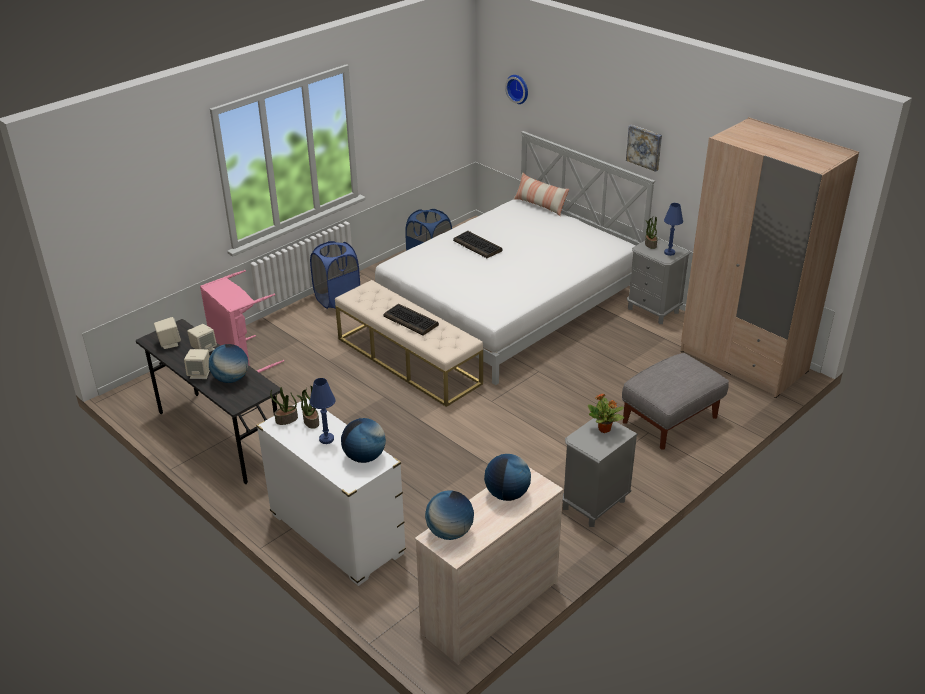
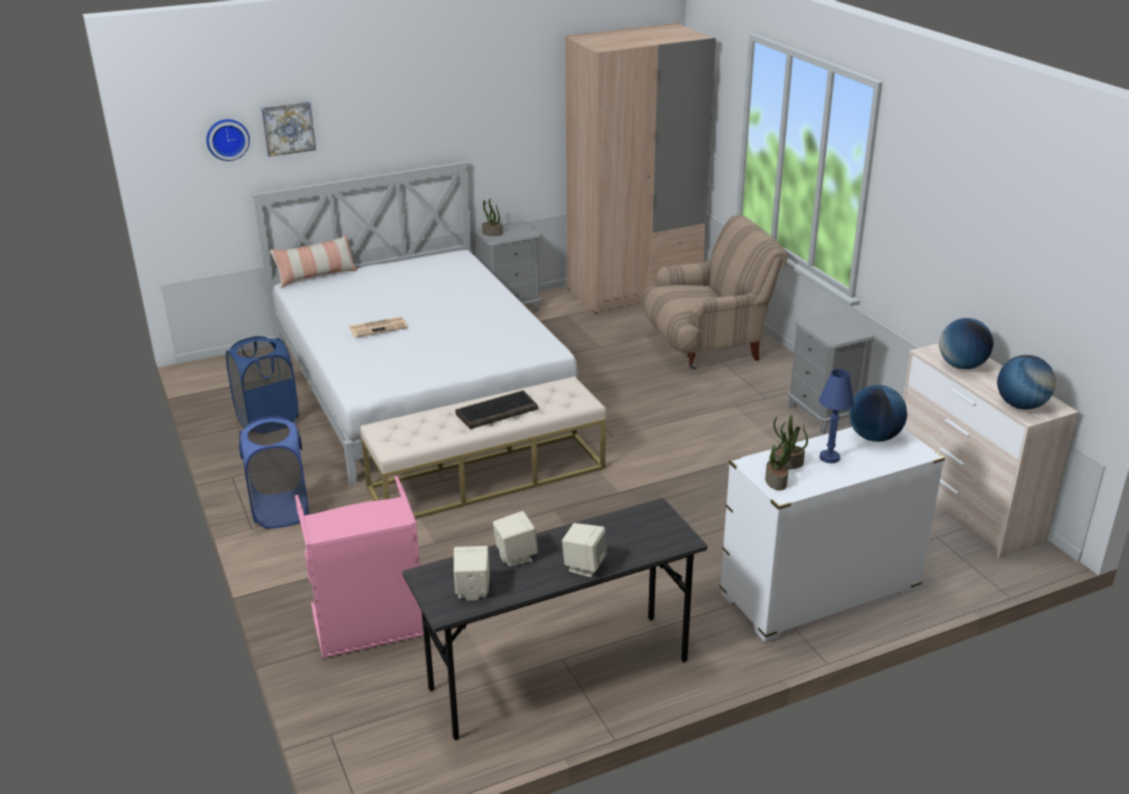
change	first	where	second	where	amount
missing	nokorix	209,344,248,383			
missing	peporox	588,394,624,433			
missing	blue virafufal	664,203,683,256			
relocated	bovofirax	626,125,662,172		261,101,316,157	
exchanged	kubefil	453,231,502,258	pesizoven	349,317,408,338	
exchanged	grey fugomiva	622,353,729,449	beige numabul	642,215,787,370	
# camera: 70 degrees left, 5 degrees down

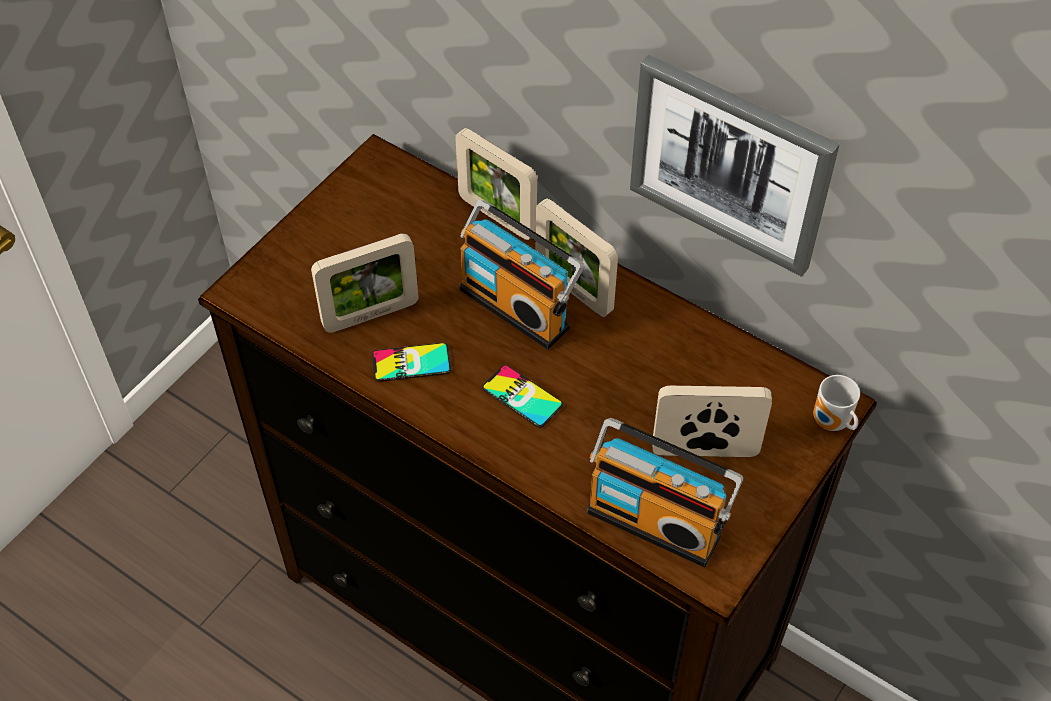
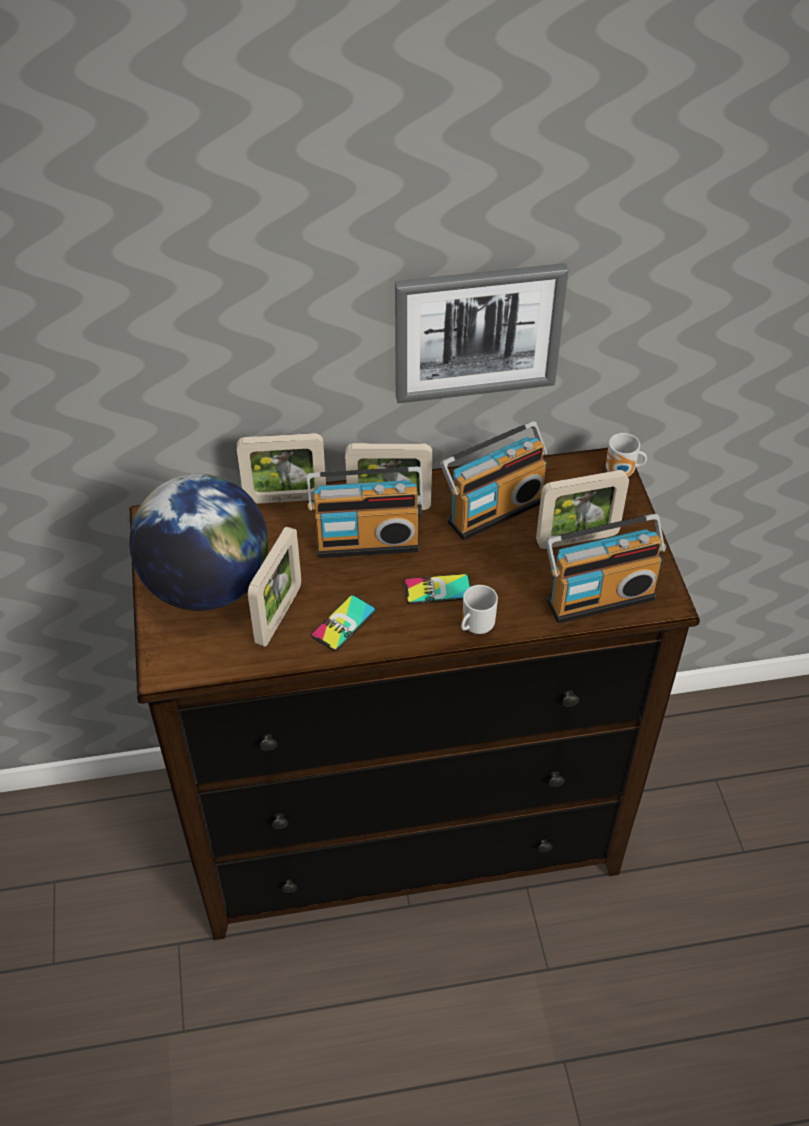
change	first	where	second	where	amount
appeared			nokorix	129,474,268,611	
appeared			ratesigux	440,421,548,540	
appeared			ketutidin	461,585,498,634	
spun	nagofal	653,386,772,457		536,470,629,549	150 degrees counterclockwise
# camera: 45 degrees left, 5 degrees down

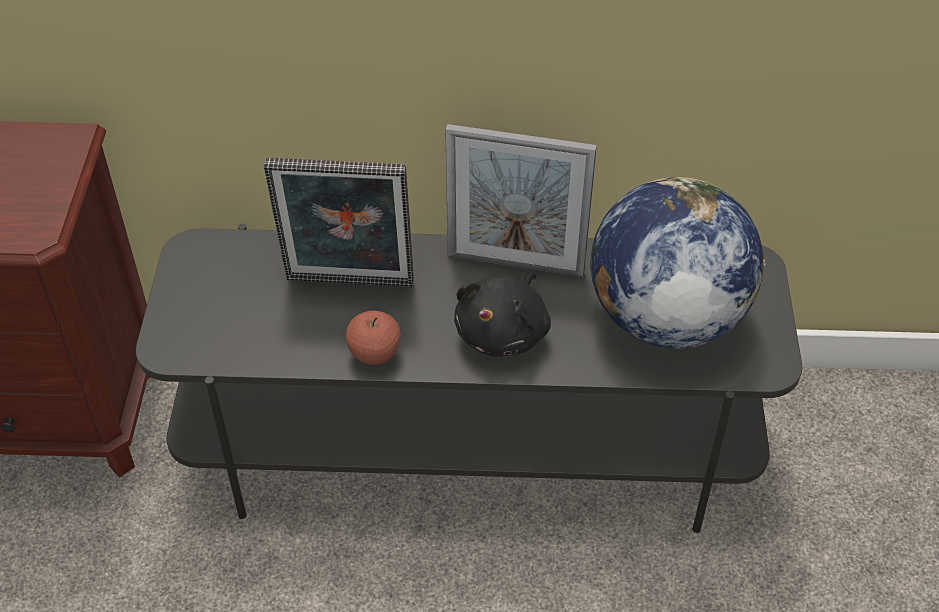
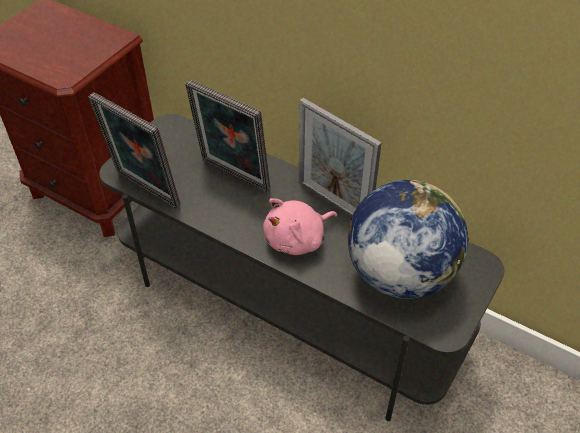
change	first	where	second	where	amount
missing	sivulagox	345,310,401,365			
appeared			nagofal	88,92,180,208	
colour	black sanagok	454,272,551,357	pink sanagok	263,198,337,255	
# camera: 30 degrees right, 0 degrees up

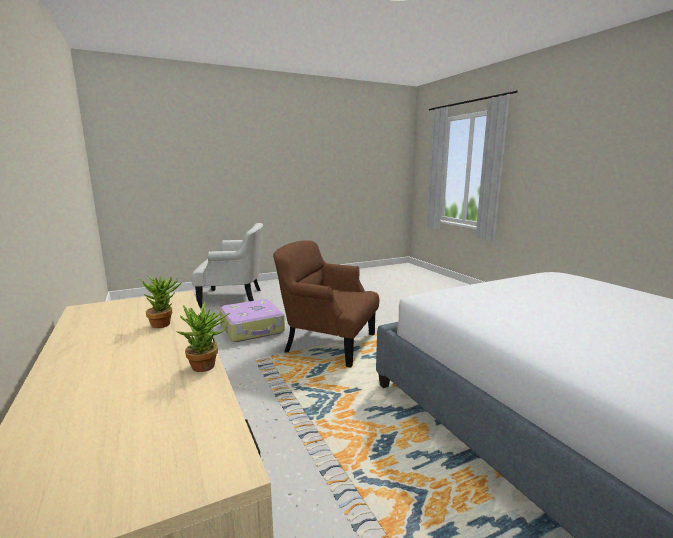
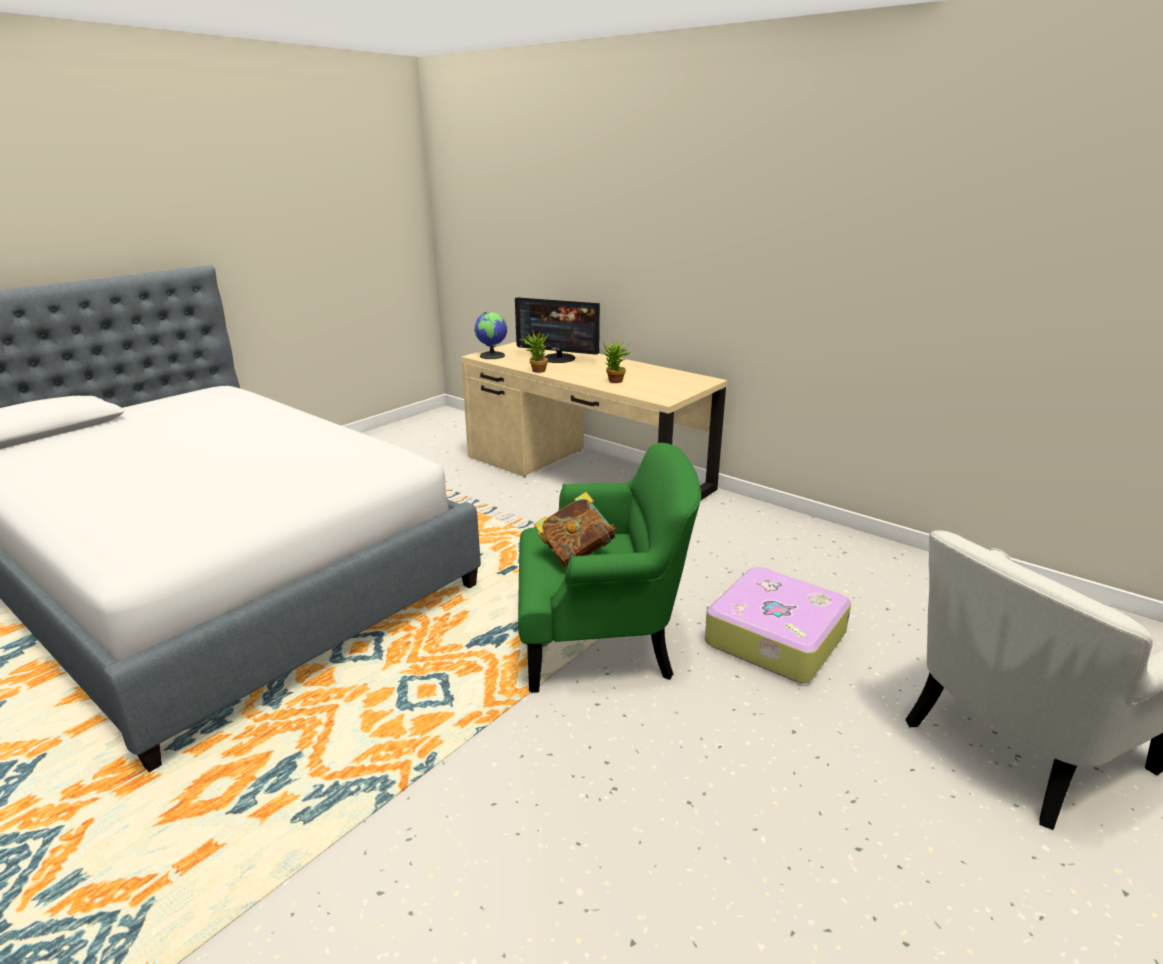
change	first	where	second	where	amount
appeared			nokorix	474,312,507,359	
appeared			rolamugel	515,297,600,363	
appeared			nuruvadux	534,492,617,569	
colour	brown numabul	273,241,379,368	green numabul	518,443,701,693	
# camera: 155 degrees right, 10 degrees up

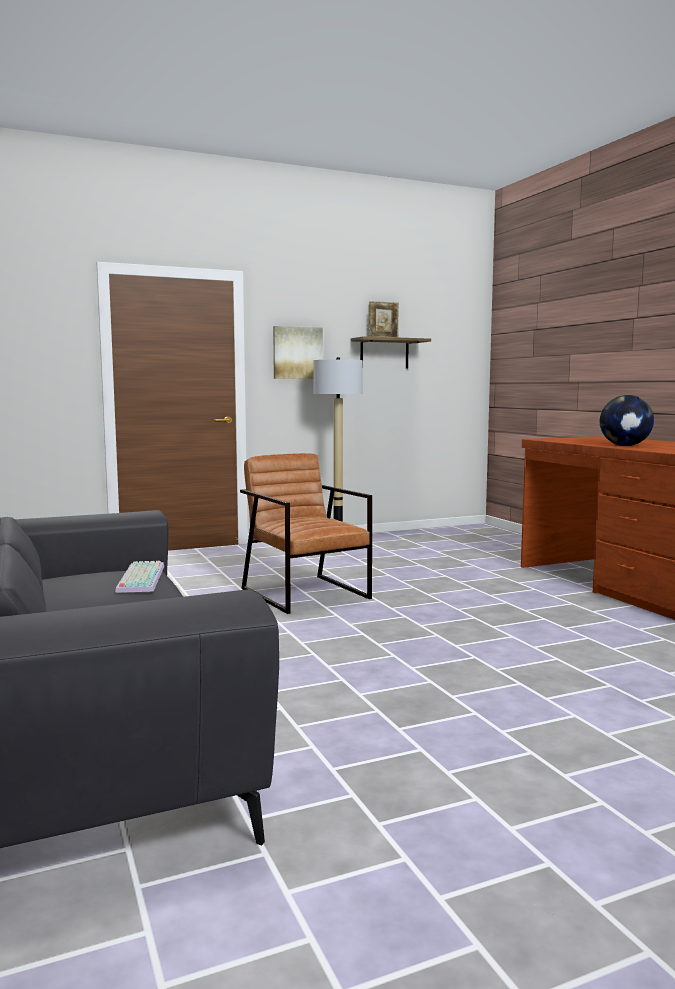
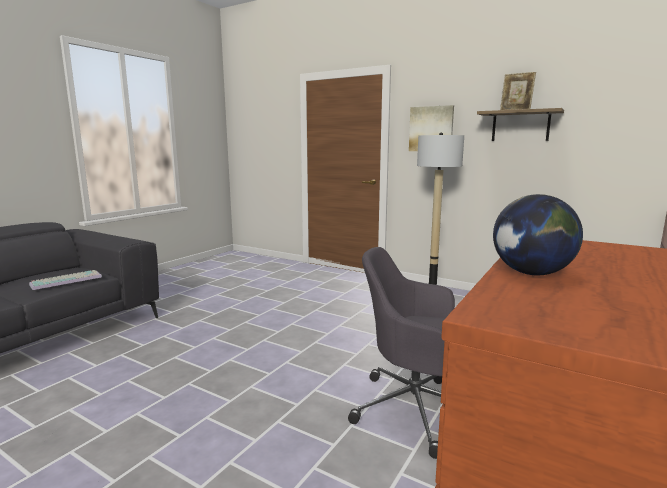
change	first	where	second	where	amount
missing	brown numabul	240,453,372,614			
appeared			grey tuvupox	348,247,455,459	
# camera: 55 degrees right, 5 degrees up

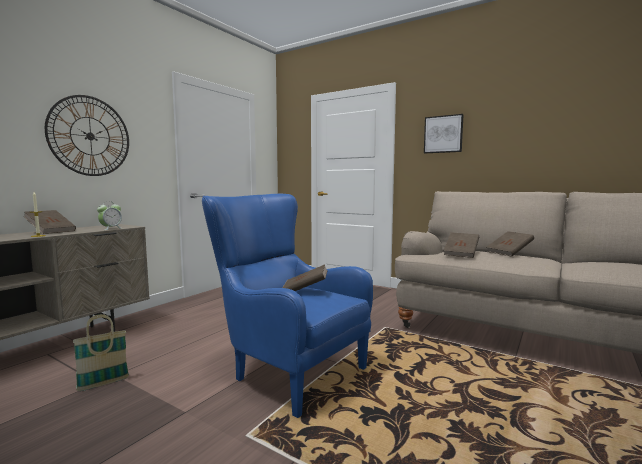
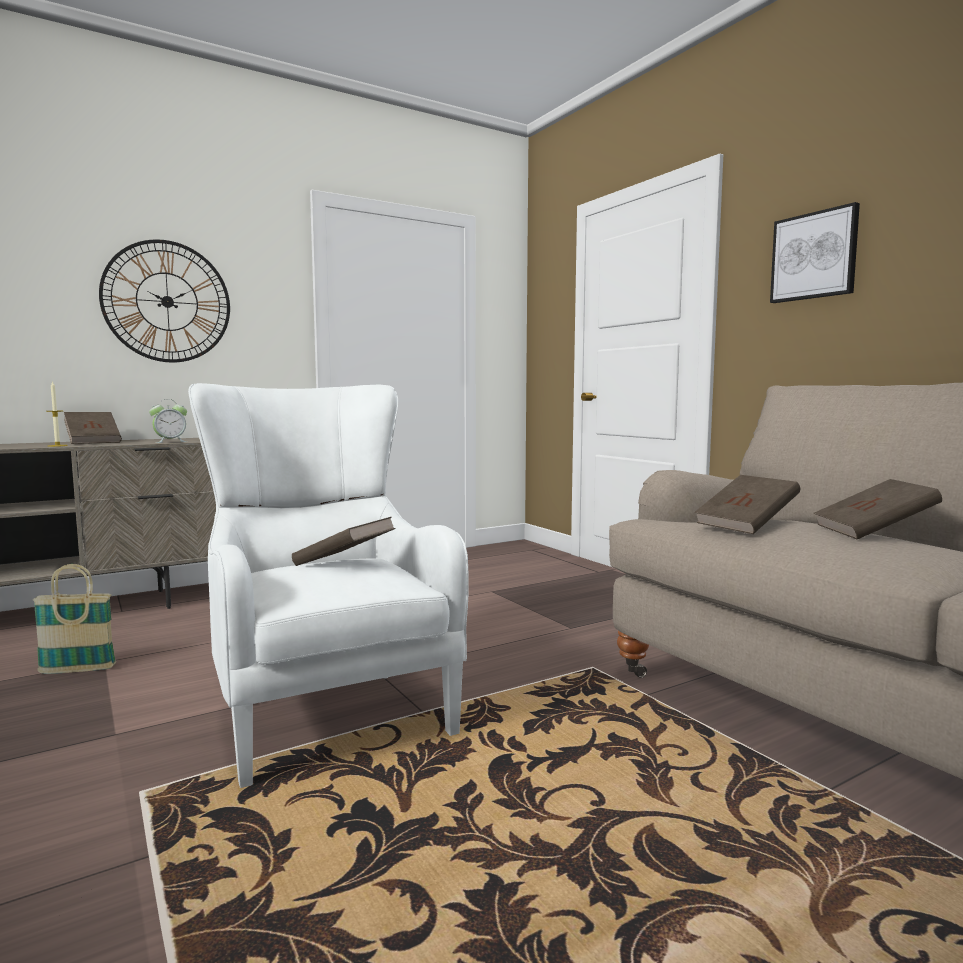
change	first	where	second	where	amount
colour	blue numabul	202,193,373,418	white numabul	188,383,469,788	
# camera: 25 degrees right, 0 degrees up

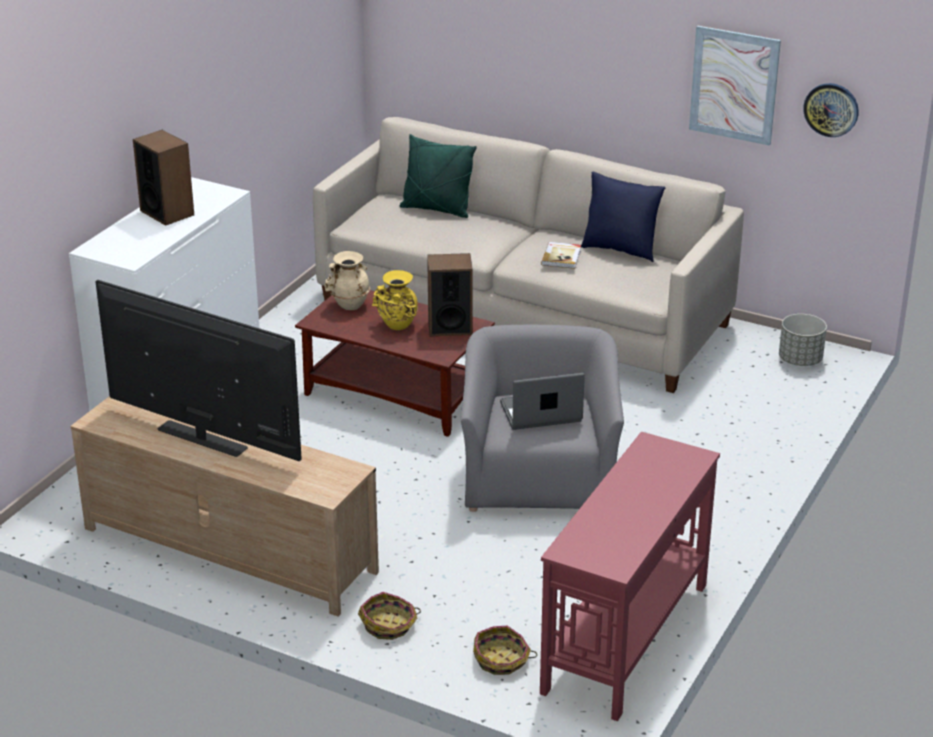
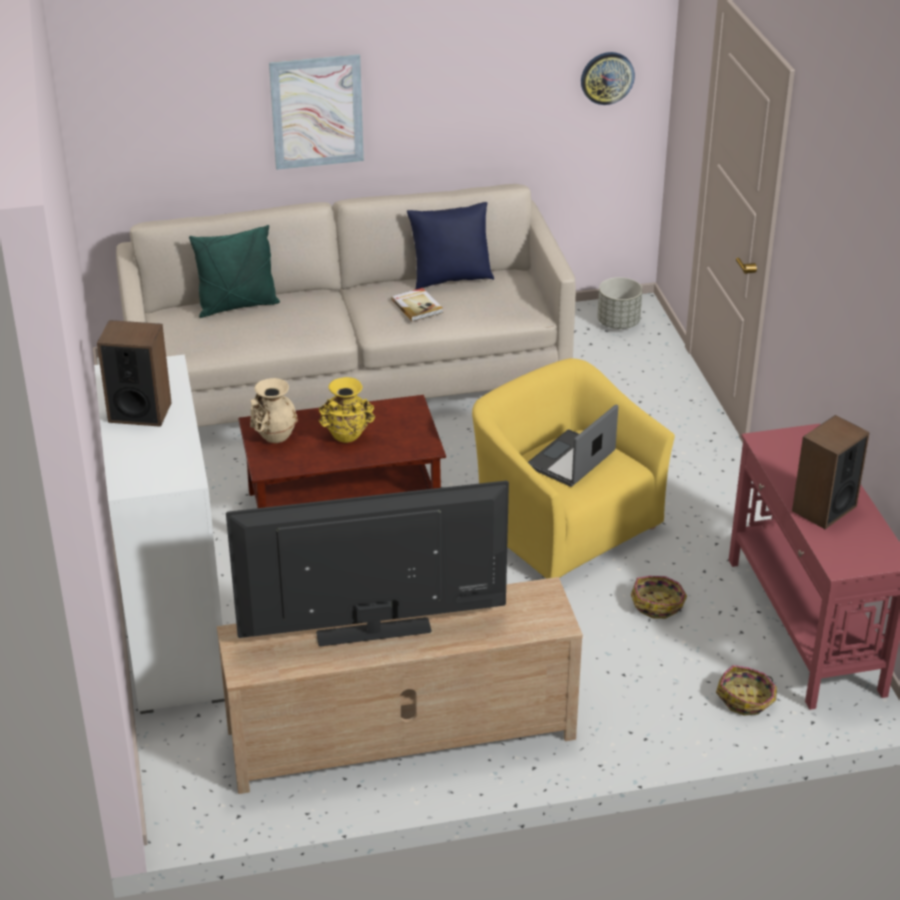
change	first	where	second	where	amount
relocated	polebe	358,592,421,640		631,576,687,619	
relocated	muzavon	427,253,473,336		792,415,870,529	
relocated	bovofirax	689,25,781,146		269,54,364,170	
colour	grey numabul	461,325,624,512	yellow numabul	472,358,675,579	
# camera: 40 degrees left, 5 degrees up

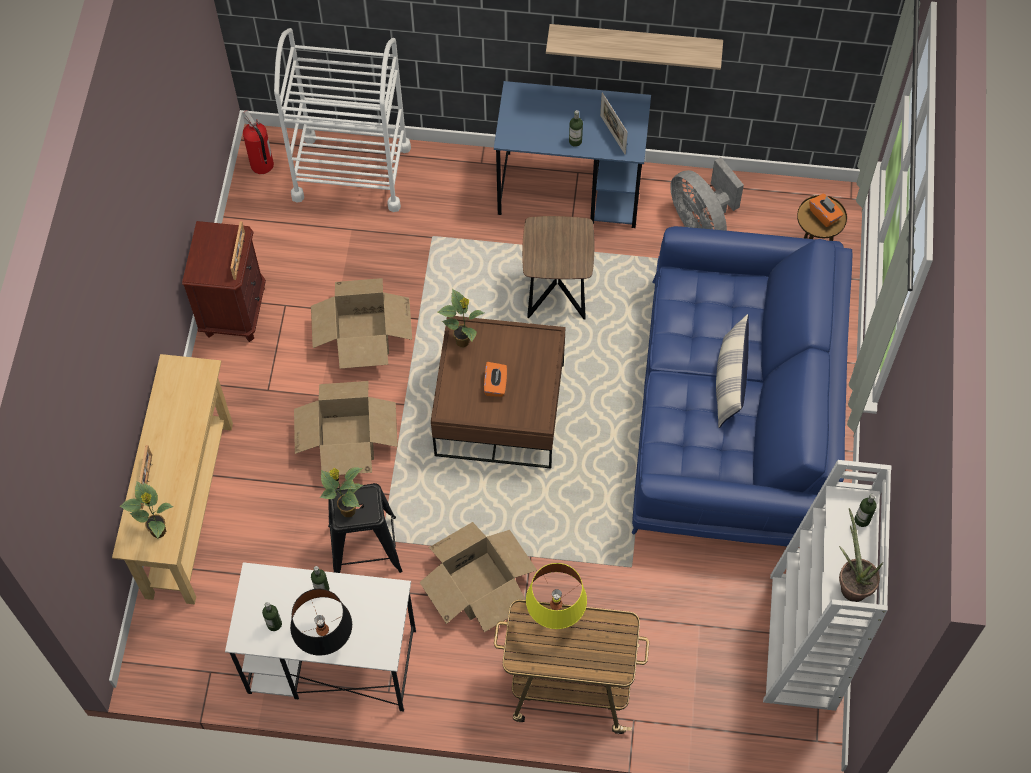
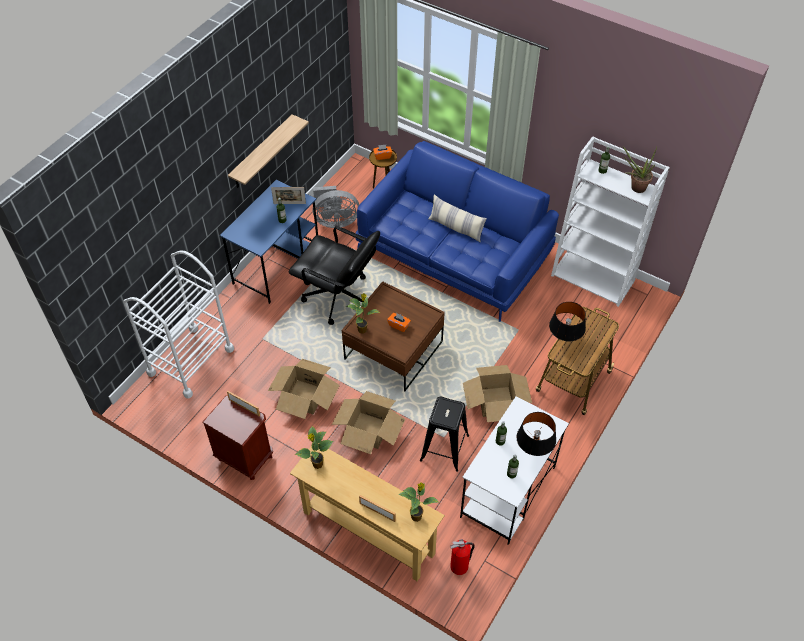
change	first	where	second	where	amount
relocated	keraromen	243,110,274,174		450,539,475,575	
relocated	peporox	320,467,363,517		295,426,333,469	
exchanged	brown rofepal	522,216,594,320	black tuvupox	289,226,380,325	
colour	yellow virafufal	526,563,587,629	black virafufal	549,302,586,341	
# camera: 65 degrees left, 10 degrees down

